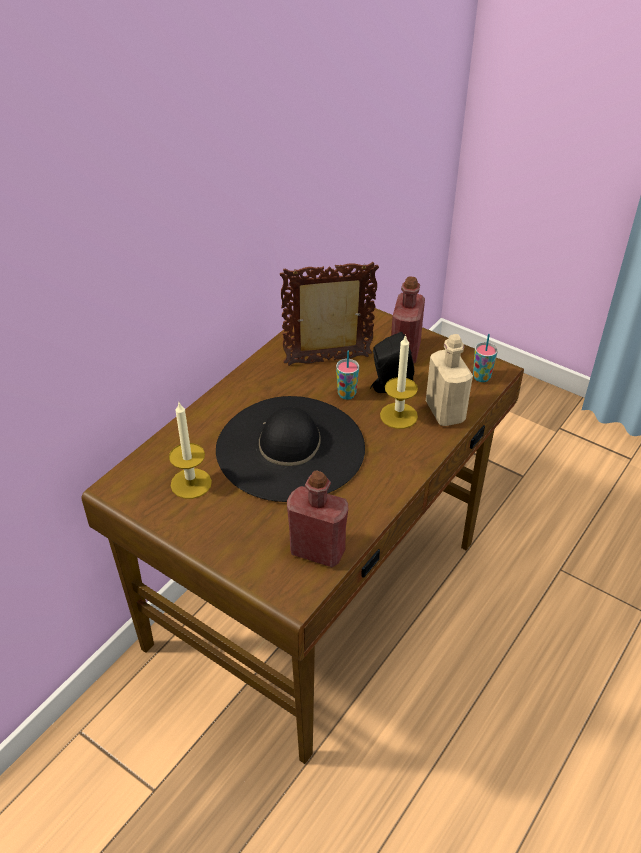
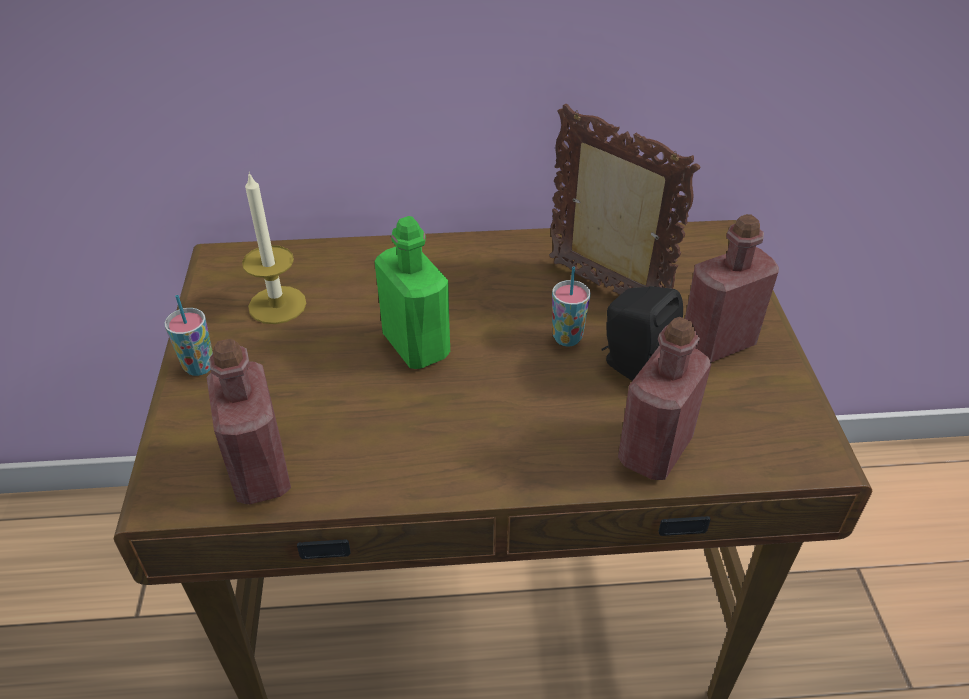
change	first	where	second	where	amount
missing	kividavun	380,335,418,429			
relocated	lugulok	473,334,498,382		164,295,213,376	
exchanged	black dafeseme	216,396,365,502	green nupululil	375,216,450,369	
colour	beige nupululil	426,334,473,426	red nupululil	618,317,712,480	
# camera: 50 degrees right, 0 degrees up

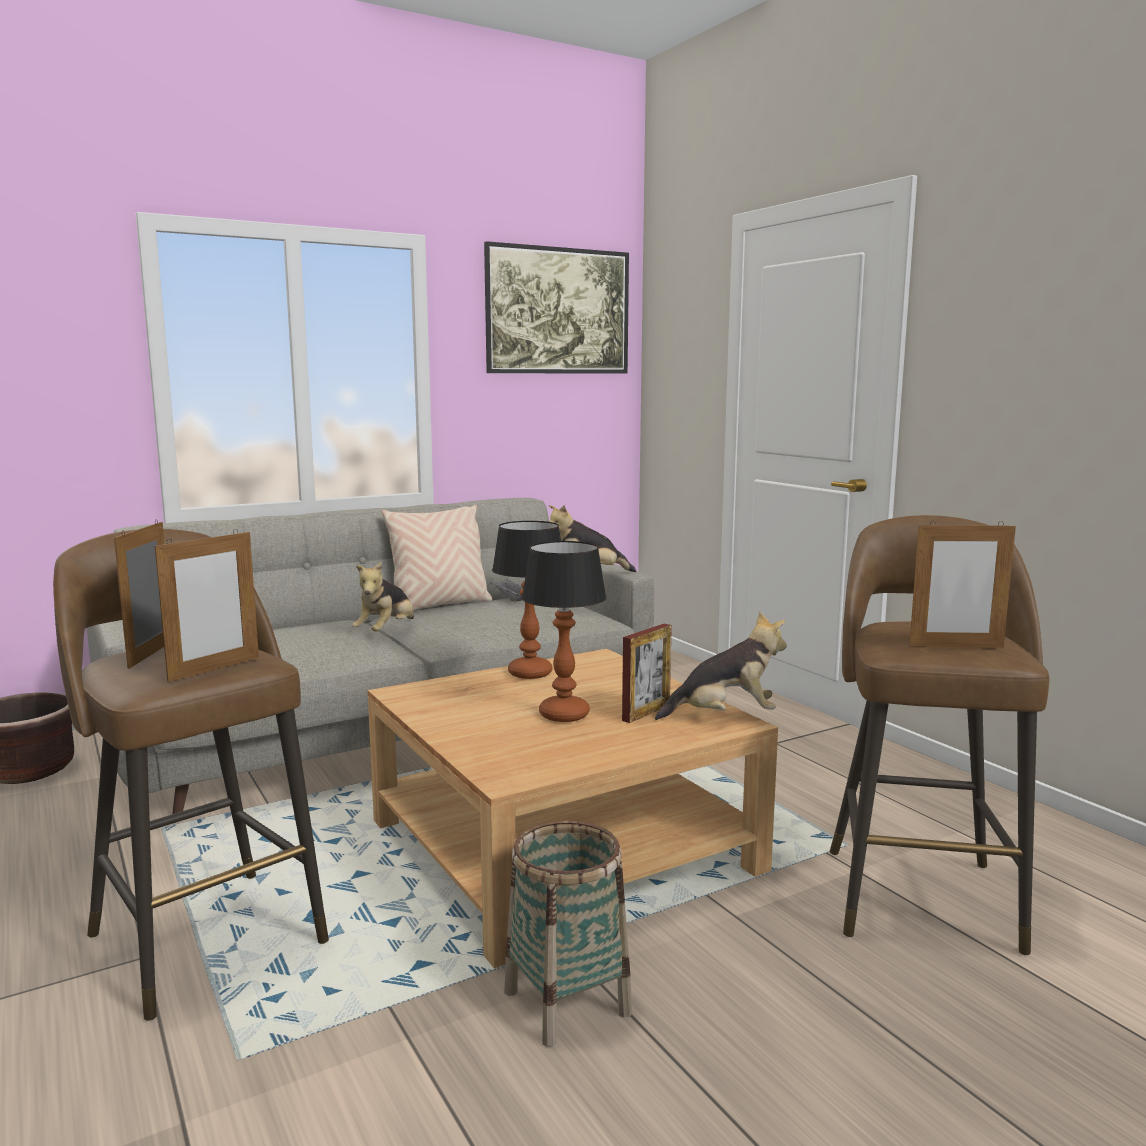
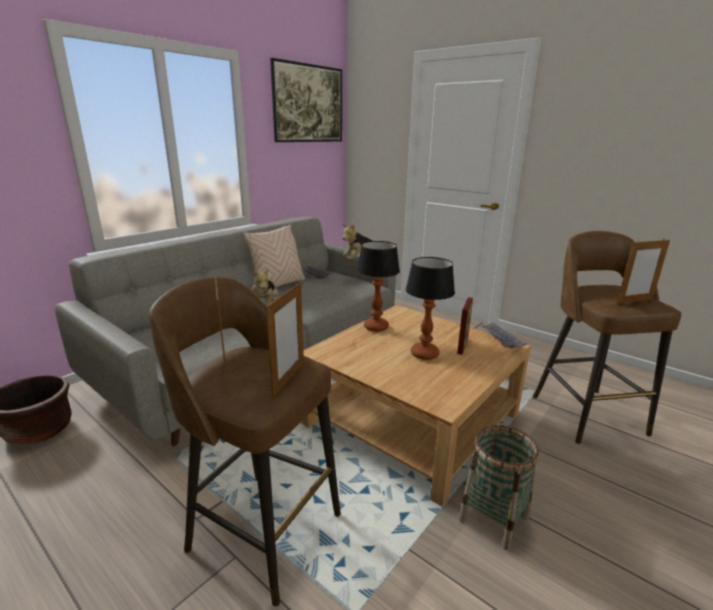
change	first	where	second	where	amount
exchanged	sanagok	655,611,787,720	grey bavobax	482,322,527,348	
# camera: 20 degrees left, 10 degrees up

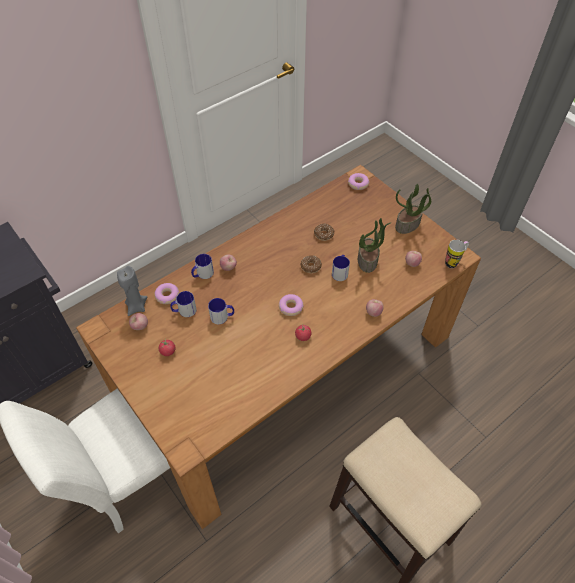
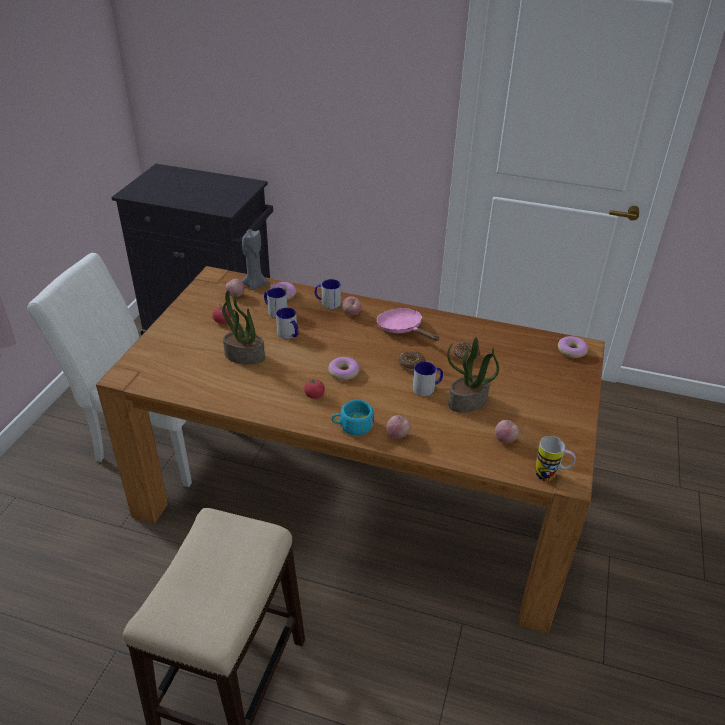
change	first	where	second	where	amount
appeared			turquoise lugulok	331,400,374,435	
appeared			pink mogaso	377,308,439,341	
relocated	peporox	395,184,431,234		222,291,265,365	
# camera: 55 degrees right, 15 degrees down

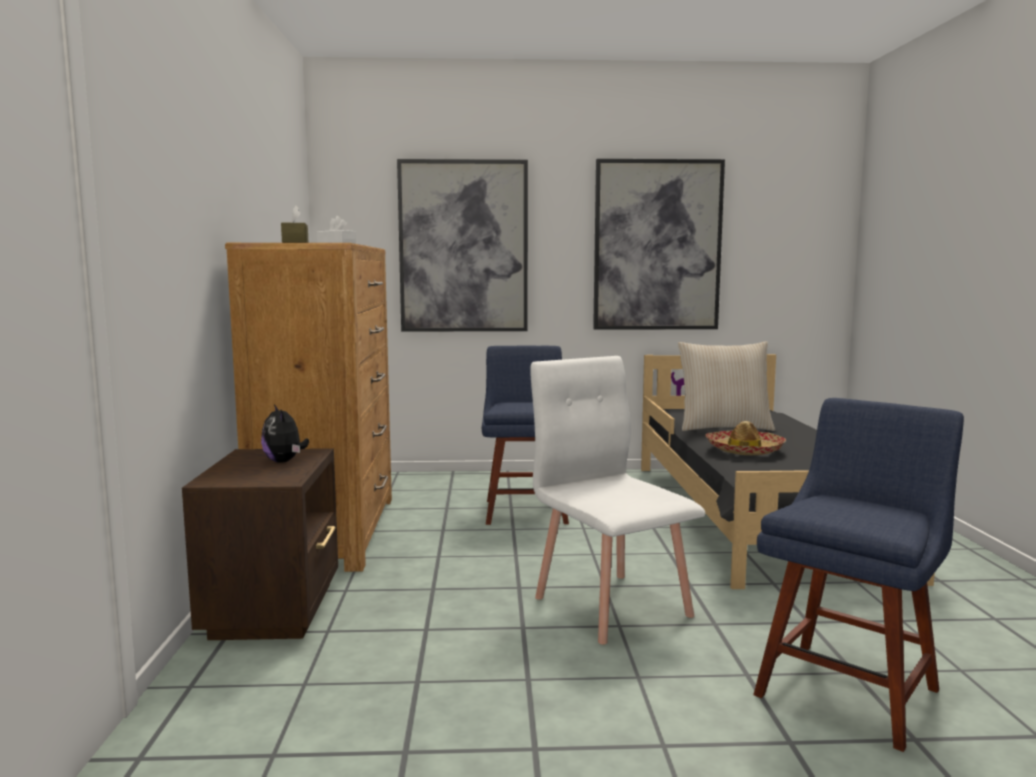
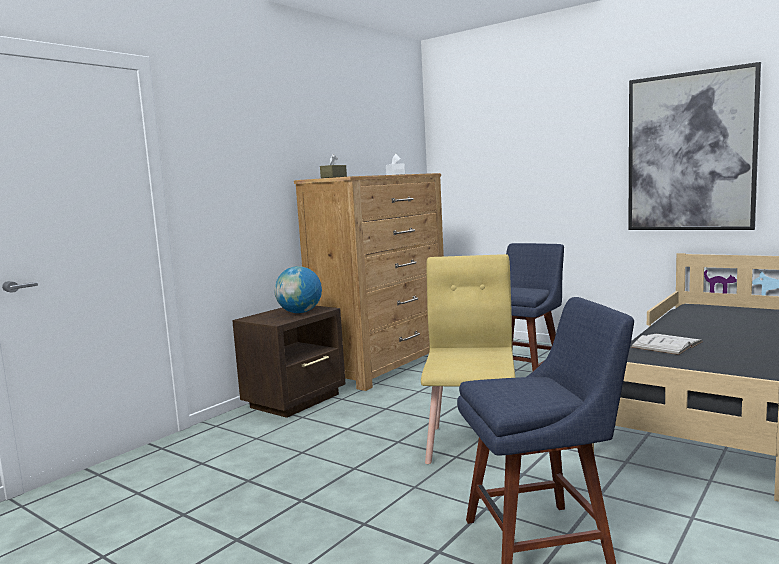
change	first	where	second	where	amount
missing	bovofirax	397,159,528,332			
missing	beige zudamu	678,341,775,431			
exchanged	sanagok	261,404,309,463	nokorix	274,266,322,313	
exchanged	dafeseme	705,421,786,455	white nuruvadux	630,334,703,355	
colour	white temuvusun	530,356,705,645	yellow temuvusun	421,254,515,464	
# camera: 40 degrees right, 0 degrees up

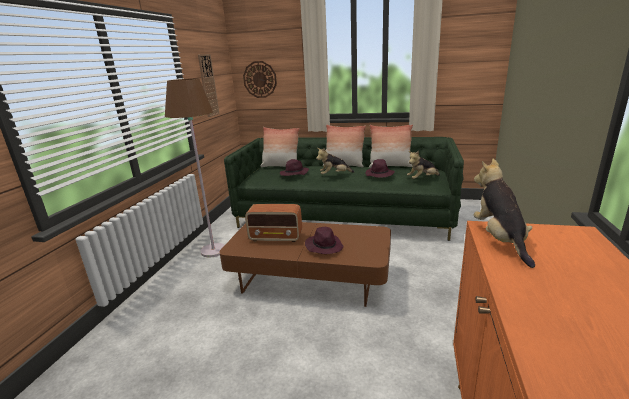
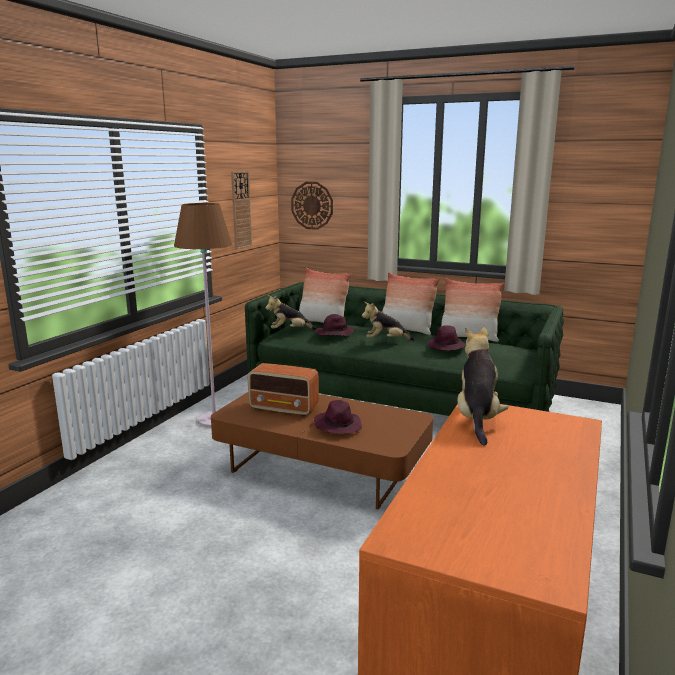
change	first	where	second	where	amount
relocated	sanagok	407,151,440,179		265,295,316,330	
# camera: 10 degrees right, 5 degrees down

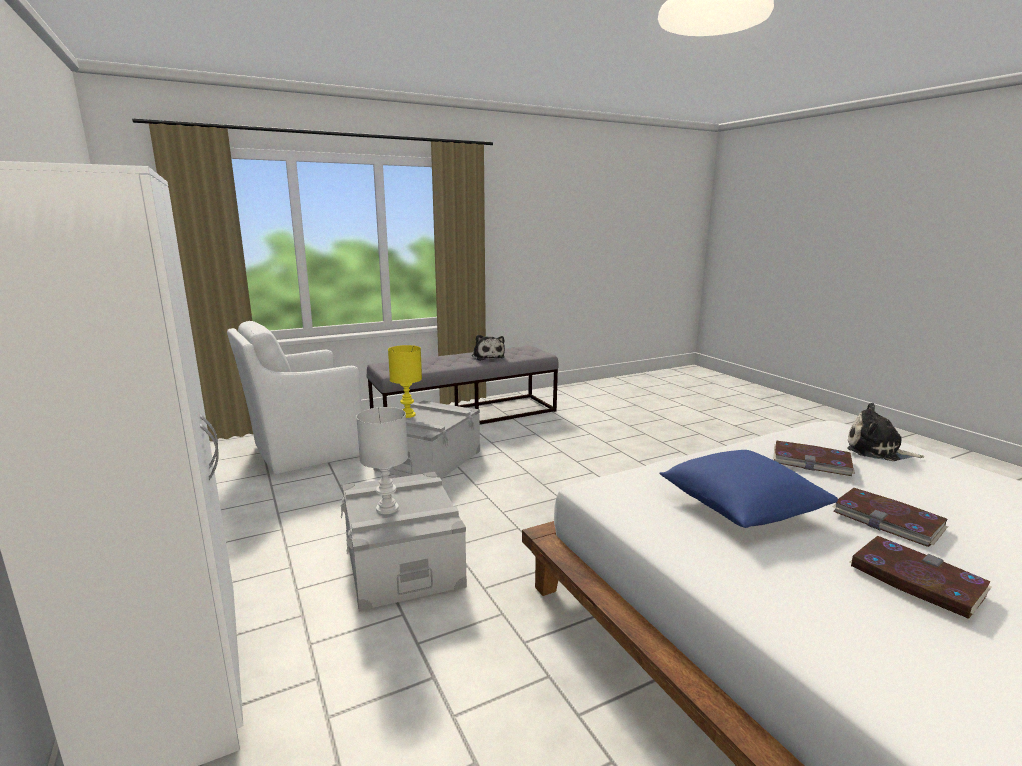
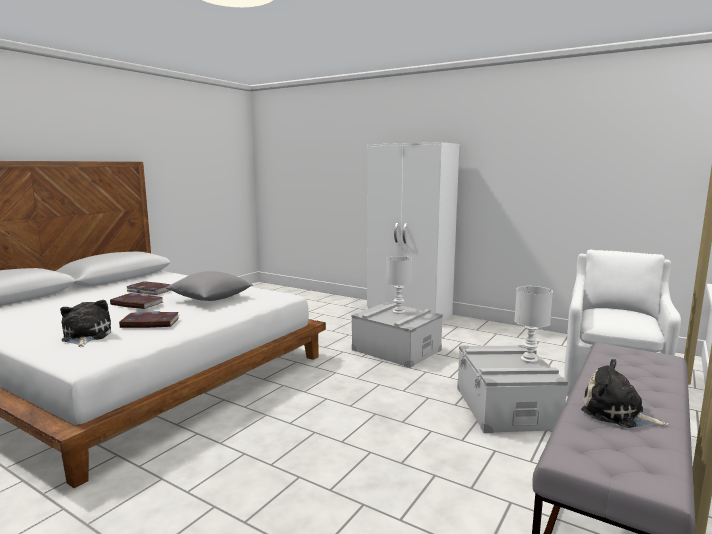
change	first	where	second	where	amount
colour	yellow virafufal	388,345,422,418	white virafufal	514,286,553,363	
colour	blue zudamu	660,450,838,528	grey zudamu	166,271,253,301	
spun	sanagok	847,403,924,461		60,300,111,347	105 degrees counterclockwise
# camera: 150 degrees right, 5 degrees down

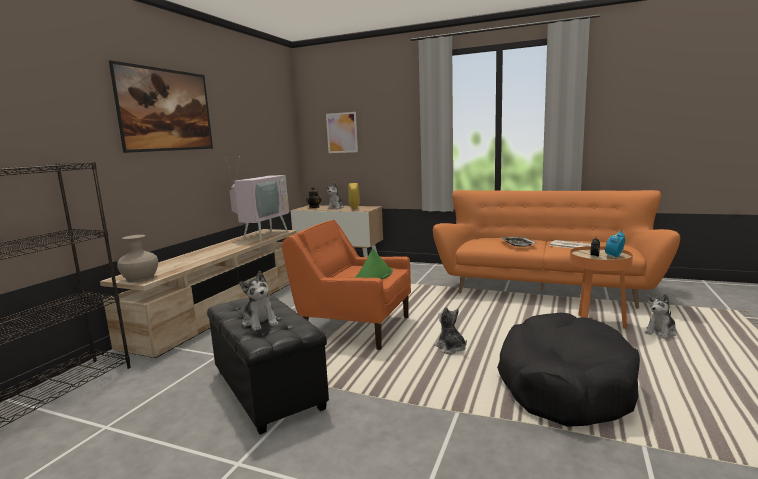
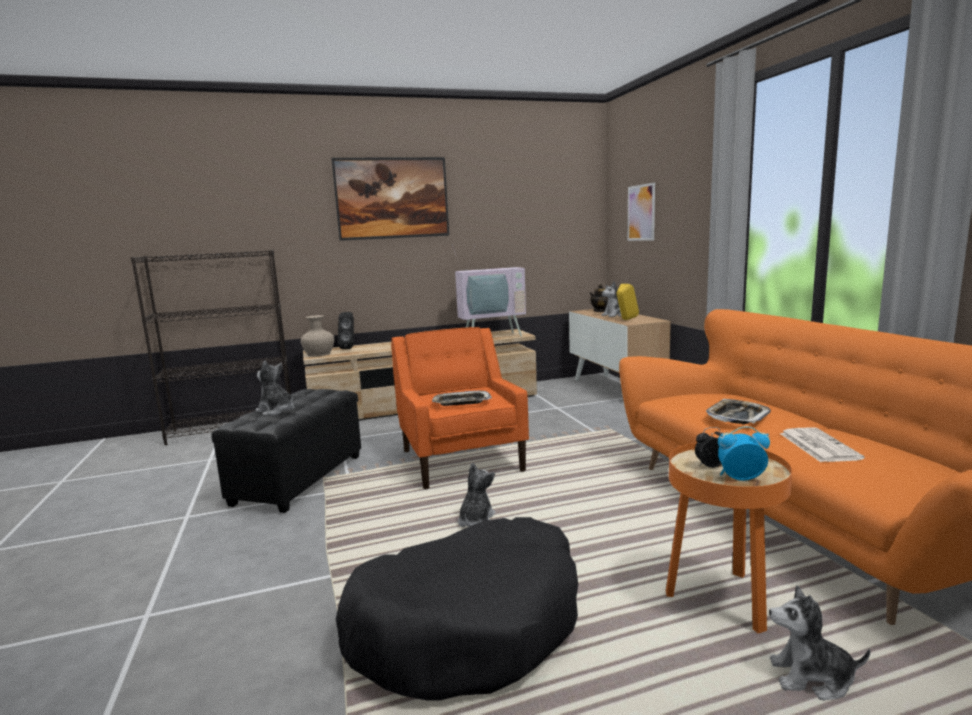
change	first	where	second	where	amount
appeared			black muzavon	338,312,354,349	
exchanged	green dafeseme	355,249,393,279	bavobax	432,391,492,406	
spun	sanagok	240,271,278,331		255,360,294,415	105 degrees clockwise
# camera: 50 degrees right, 0 degrees up

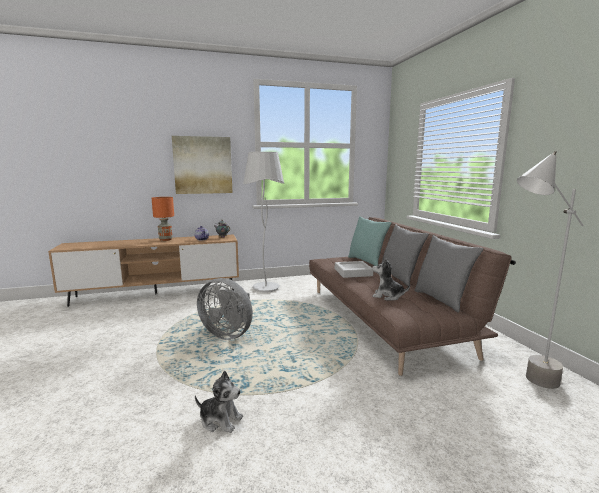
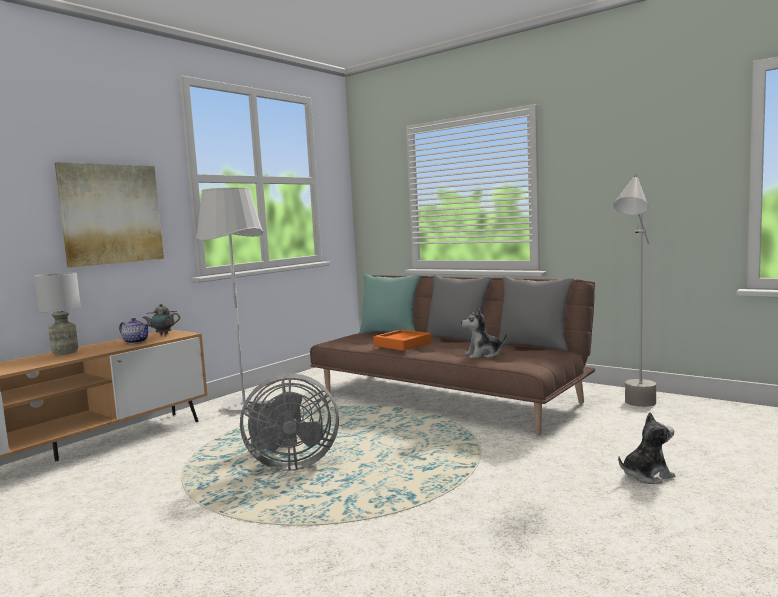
change	first	where	second	where	amount
relocated	sanagok	195,370,243,433		618,412,675,484	
colour	orange virafufal	152,197,174,241	grey virafufal	34,272,81,355	
colour	grey bavobax	335,261,373,278	orange bavobax	373,329,431,351	
# camera: 35 degrees left, 5 degrees down

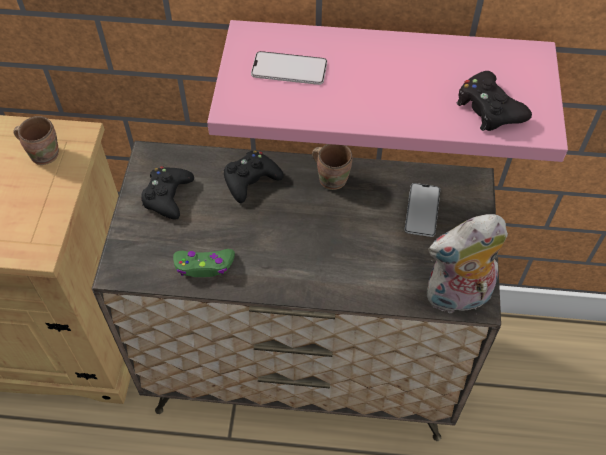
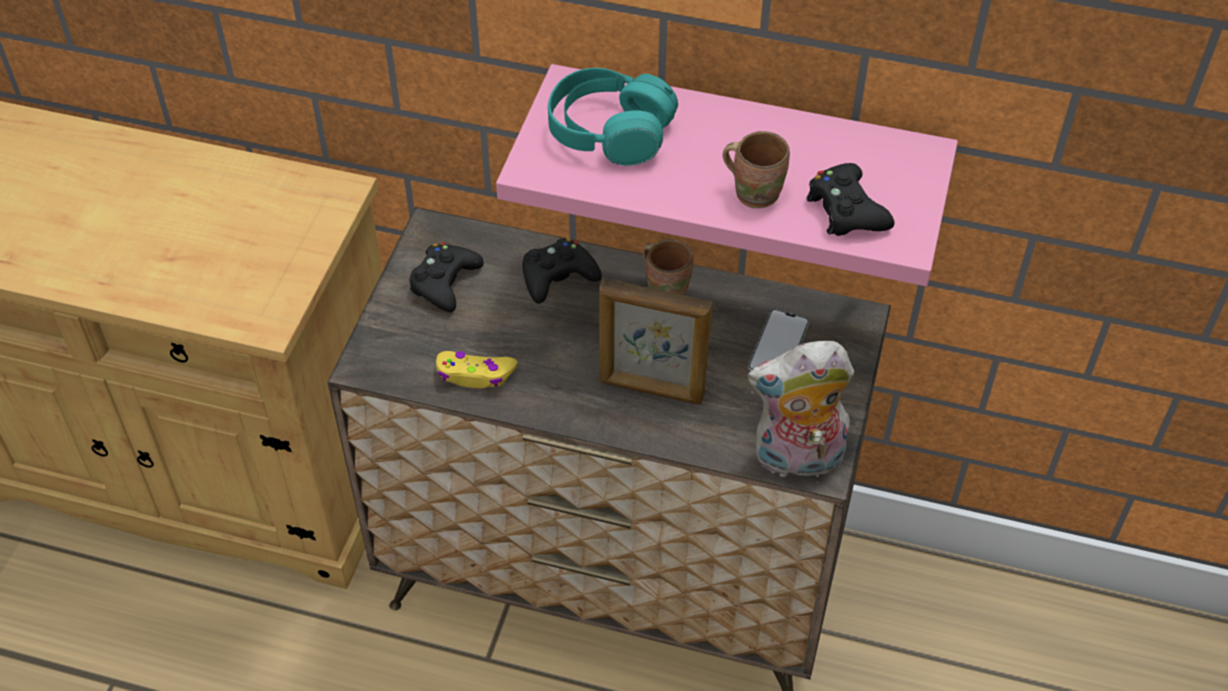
change	first	where	second	where	amount
appeared			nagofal	599,278,712,405	
relocated	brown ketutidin	13,116,59,165		723,131,790,208	
exchanged	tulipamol	251,51,327,85	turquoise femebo	548,68,678,166	
colour	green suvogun	173,249,235,277	yellow suvogun	436,351,517,388	
# camera: 10 degrees right, 5 degrees down

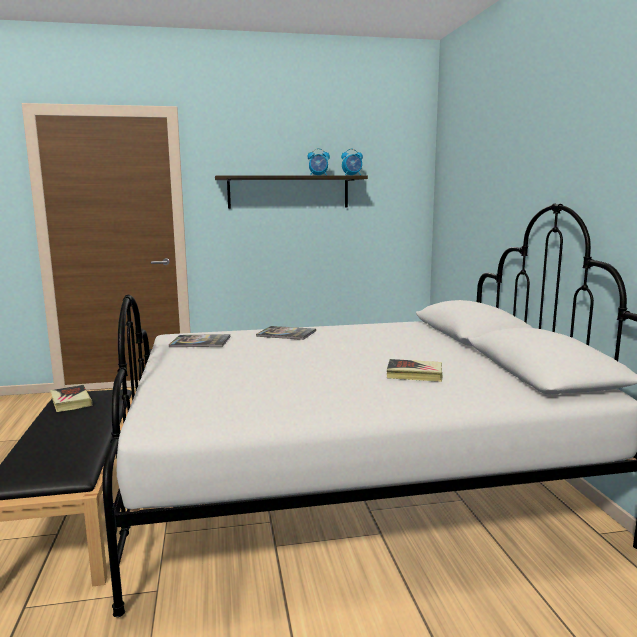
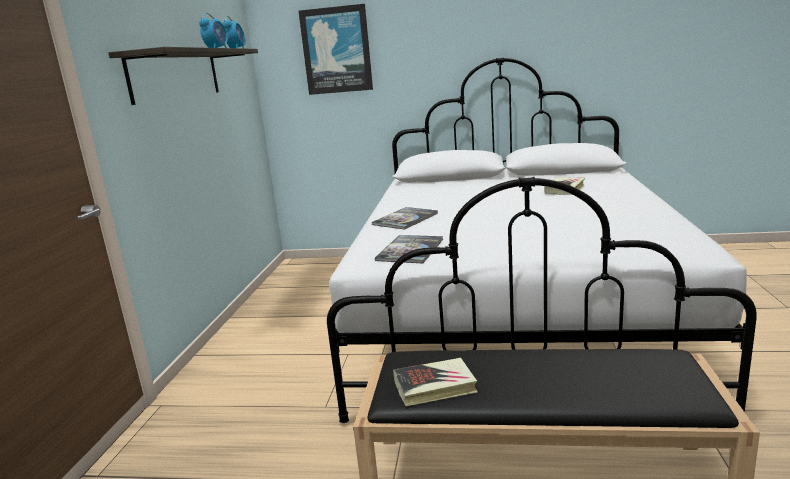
change	first	where	second	where	amount
appeared			bovofirax	298,4,373,95	
# camera: 70 degrees left, 5 degrees up

